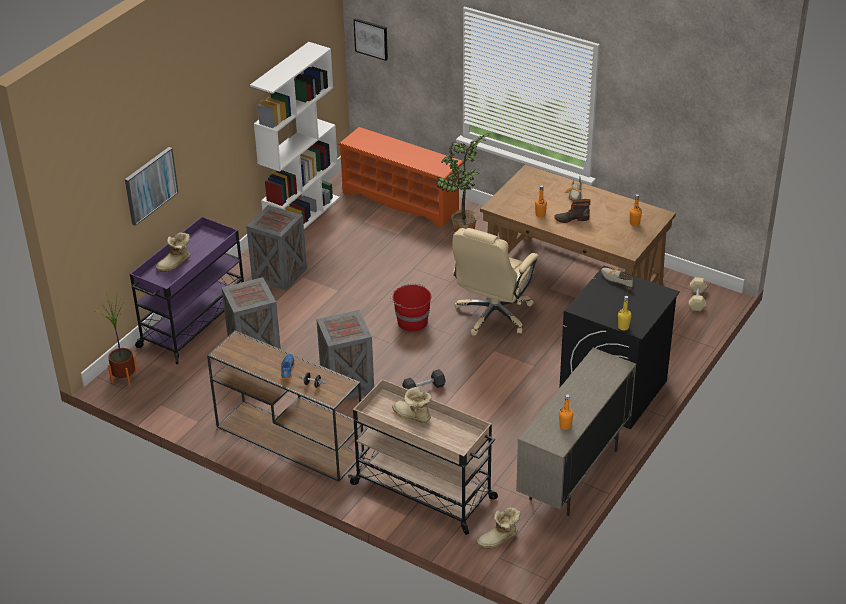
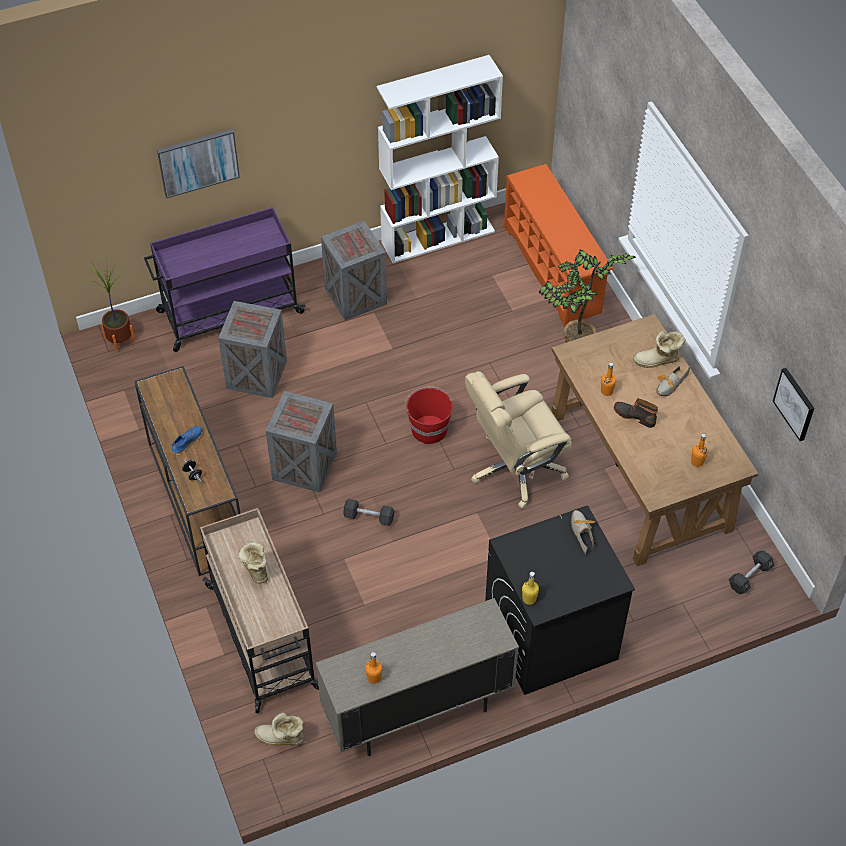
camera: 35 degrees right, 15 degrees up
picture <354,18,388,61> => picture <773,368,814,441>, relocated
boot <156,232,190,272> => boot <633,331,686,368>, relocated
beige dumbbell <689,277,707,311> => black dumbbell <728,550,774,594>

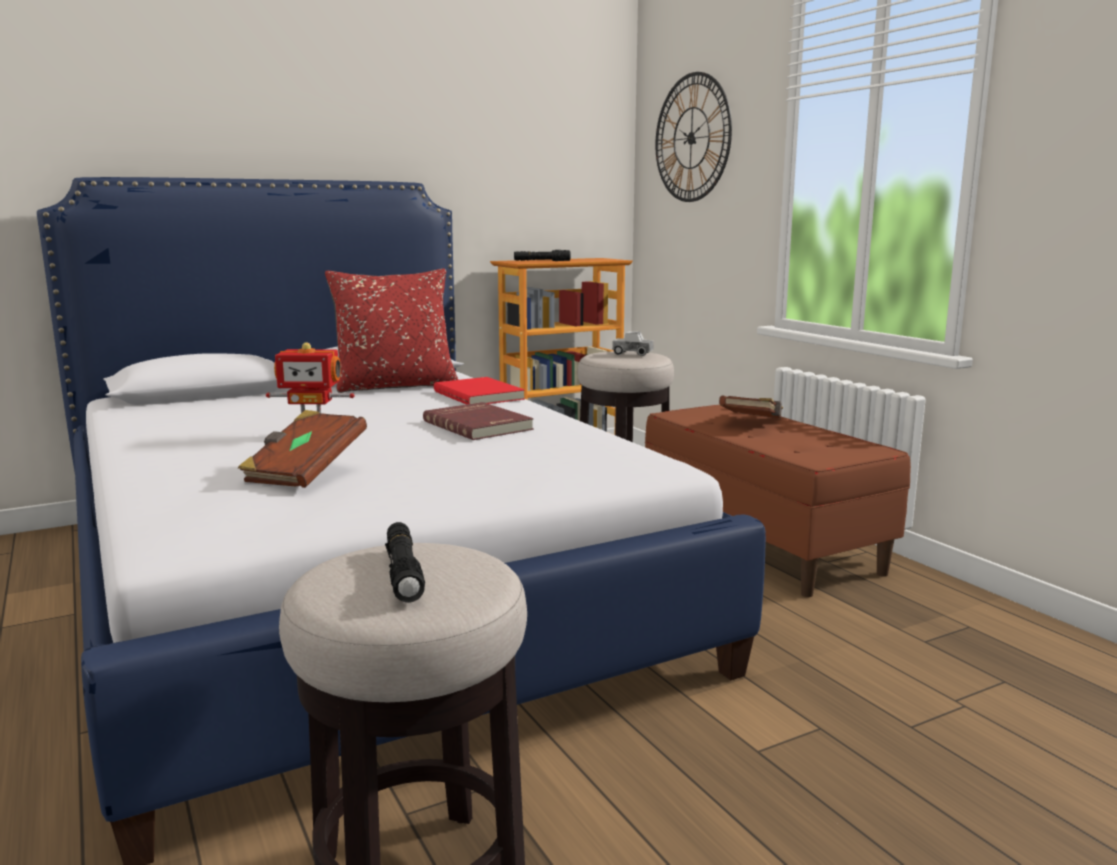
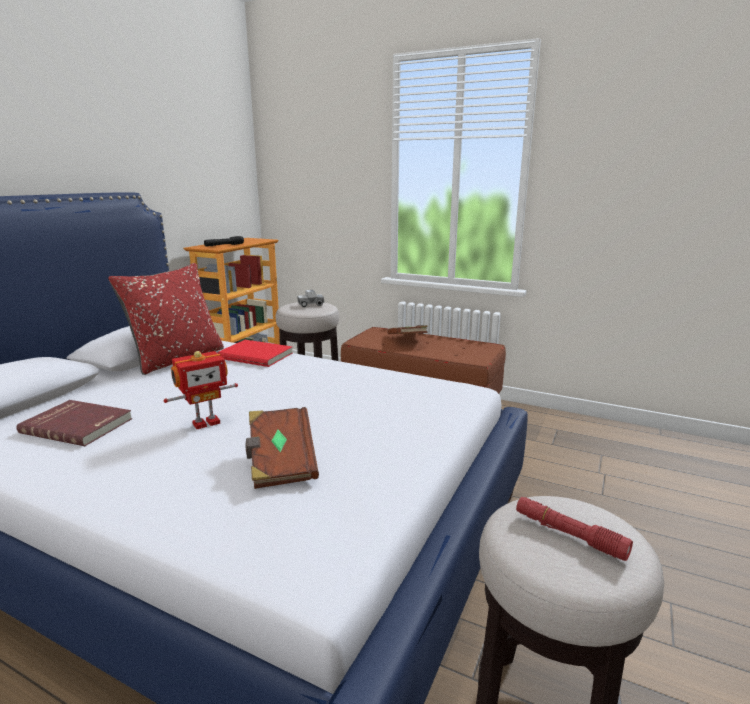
camera: 35 degrees left, 5 degrees up
wall clock <655,72,732,202> => nothing
red book <423,402,534,440> => red book <16,400,132,446>, relocated
black flashlight <385,522,425,603> => red flashlight <516,497,633,561>

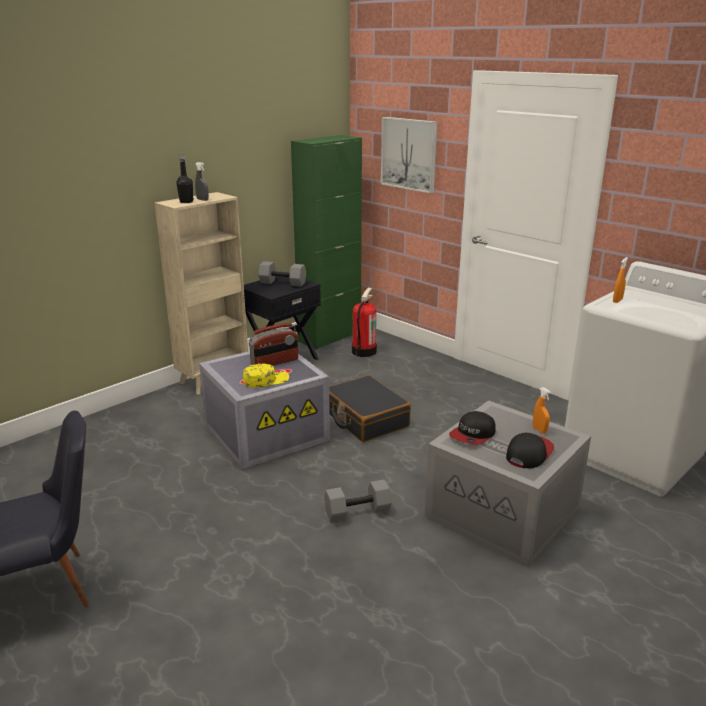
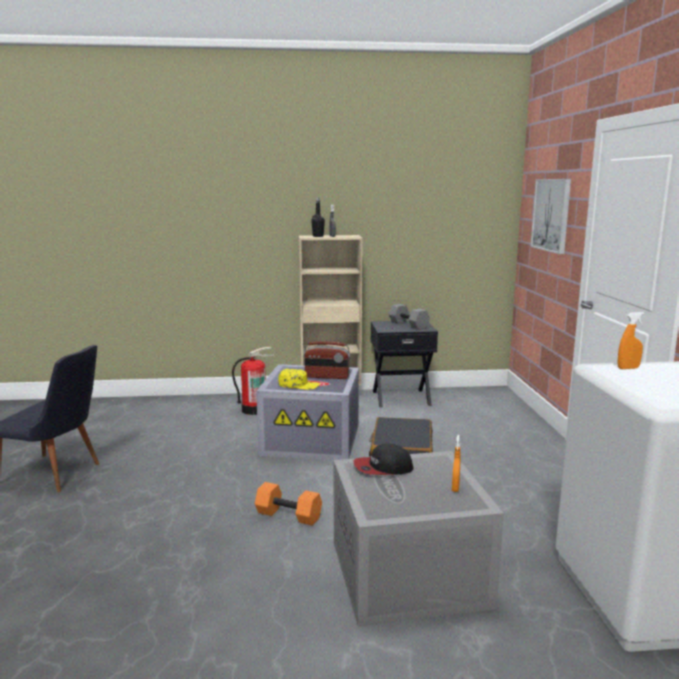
camera: 40 degrees right, 10 degrees down
green cabinet <291,135,362,350> => nothing
fire extinguisher <352,288,377,357> => fire extinguisher <232,347,274,415>, relocated
cap <506,433,554,468> => nothing
grey dumbbell <324,479,392,522> => orange dumbbell <255,482,322,526>

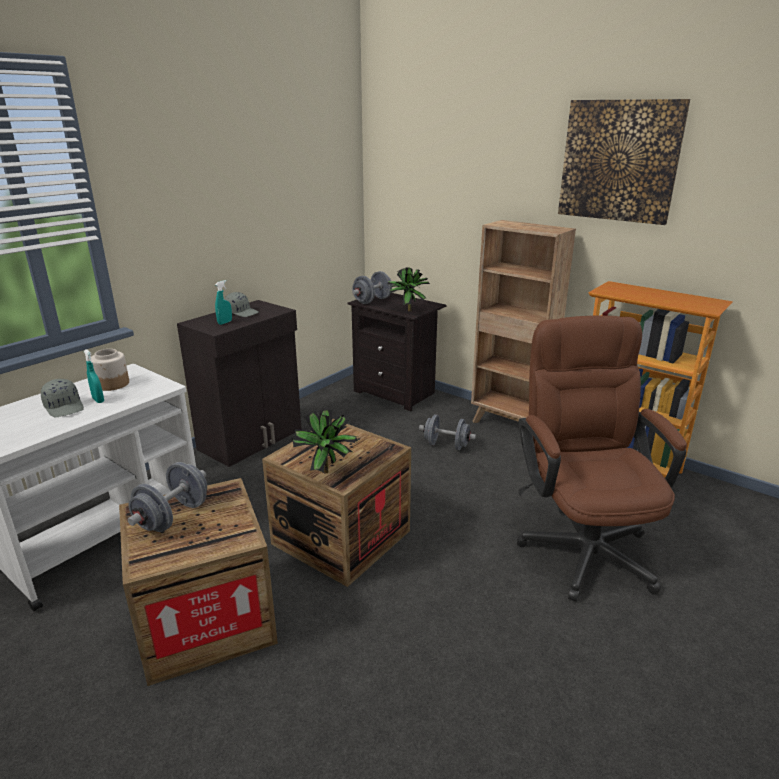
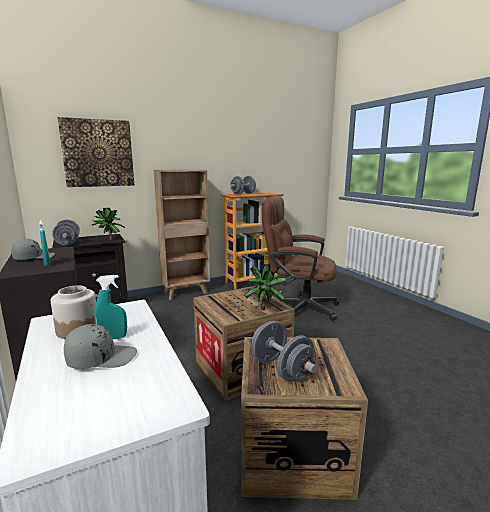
camera: 65 degrees left, 10 degrees down
picture <558,99,690,225> => picture <58,117,134,187>, relocated
grey dumbbell <419,414,476,450> => grey dumbbell <230,176,256,195>, relocated

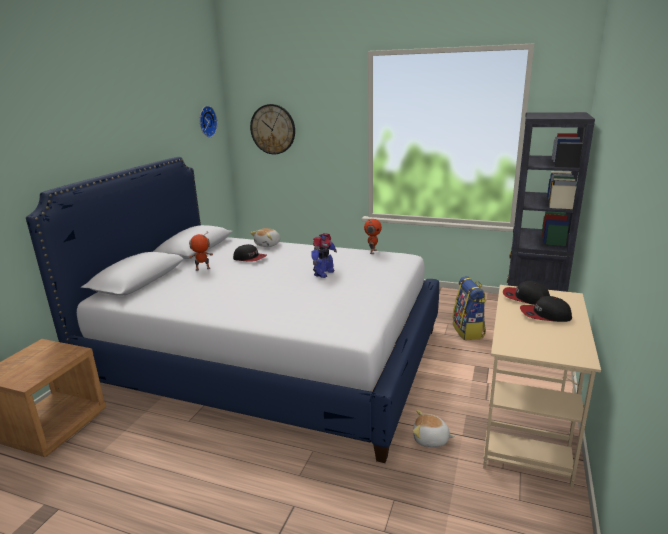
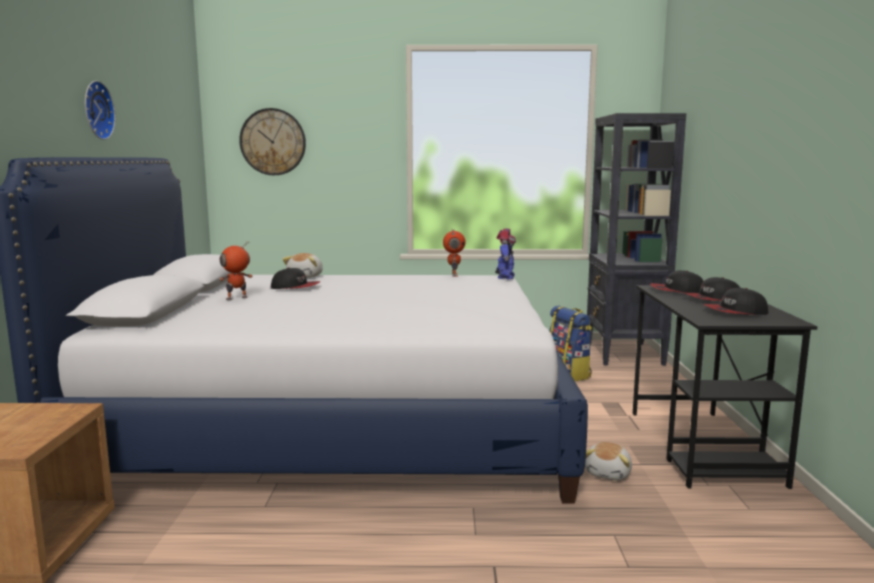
camera: 20 degrees left, 10 degrees down
wall clock <200,106,217,138> => wall clock <85,81,116,140>, relocated
toy robot <311,233,337,278> => toy robot <495,229,516,280>, relocated
beige desk <483,285,601,488> => black desk <633,285,818,489>
plush toy <413,410,455,447> => plush toy <585,442,632,480>, 60 degrees counterclockwise
nothing => cap <703,288,768,315>

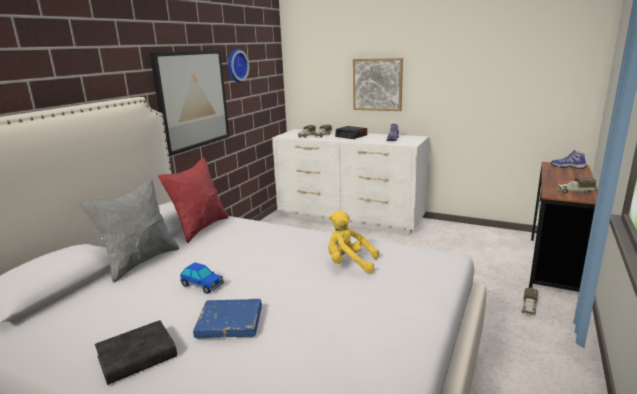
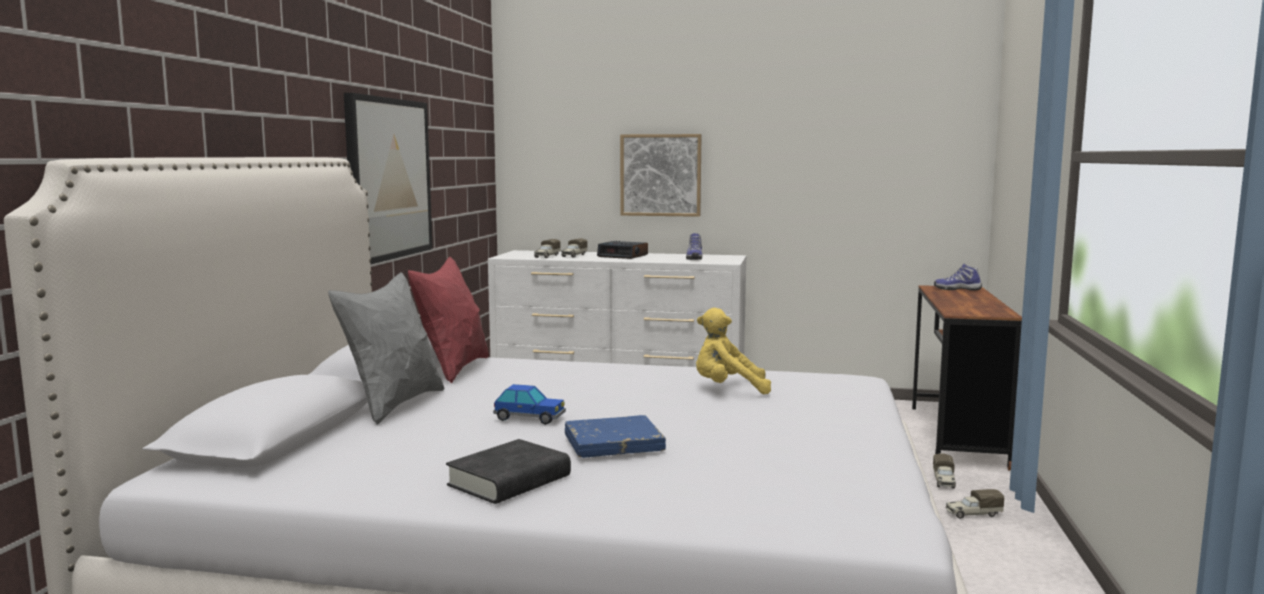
camera: 15 degrees left, 10 degrees down
wall clock <228,49,249,83> => nothing
toy truck <557,177,596,193> => toy truck <945,489,1004,518>, relocated

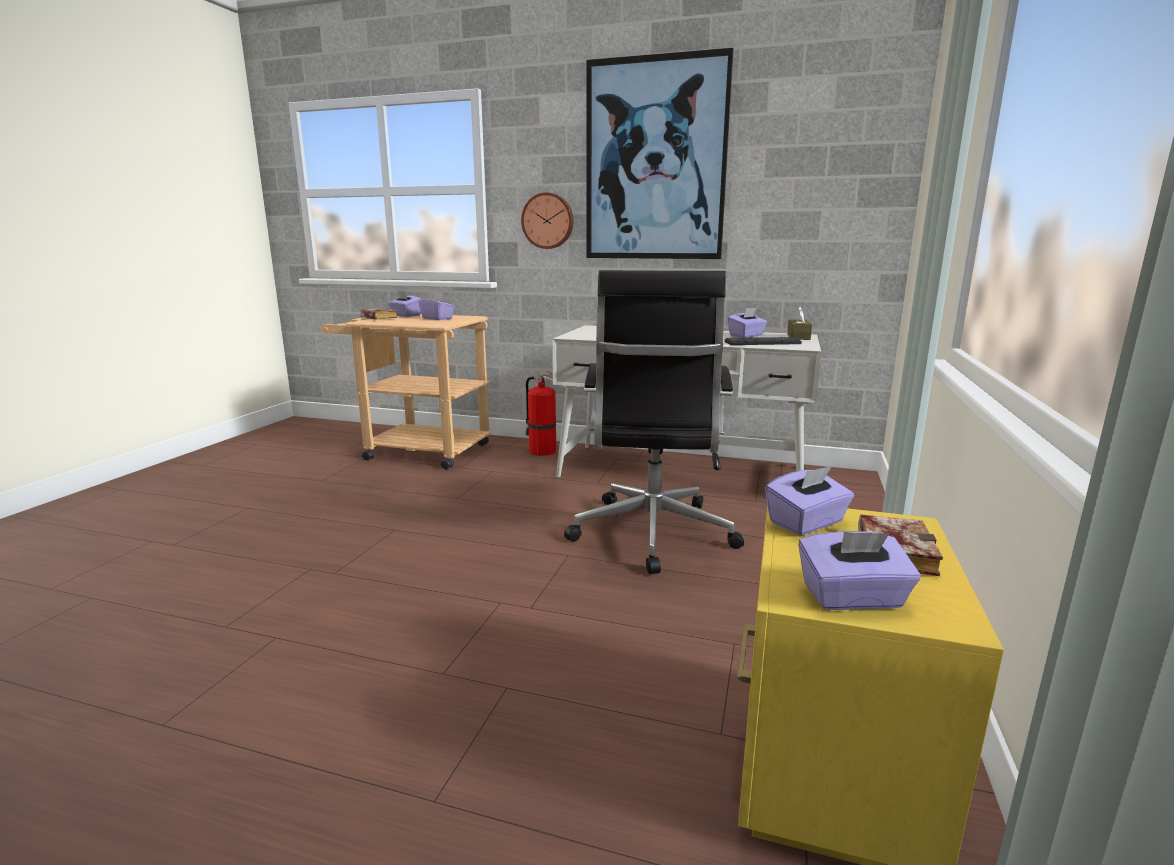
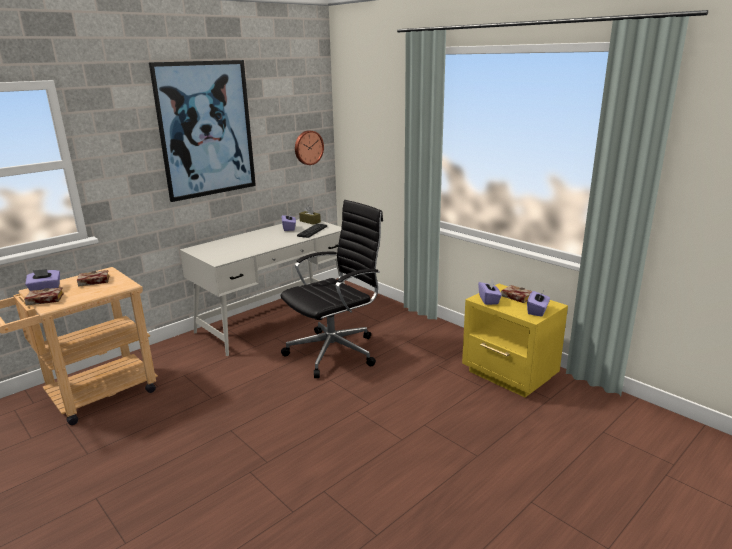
camera: 60 degrees left, 5 degrees up
wall clock <521,192,573,249> => wall clock <295,130,324,165>, relocated
black office chair <564,270,744,574> => black office chair <281,200,383,378>, 75 degrees counterclockwise
purple tissue box <418,292,455,320> => book <77,270,109,287>
fire extinguisher <525,372,556,456> => nothing

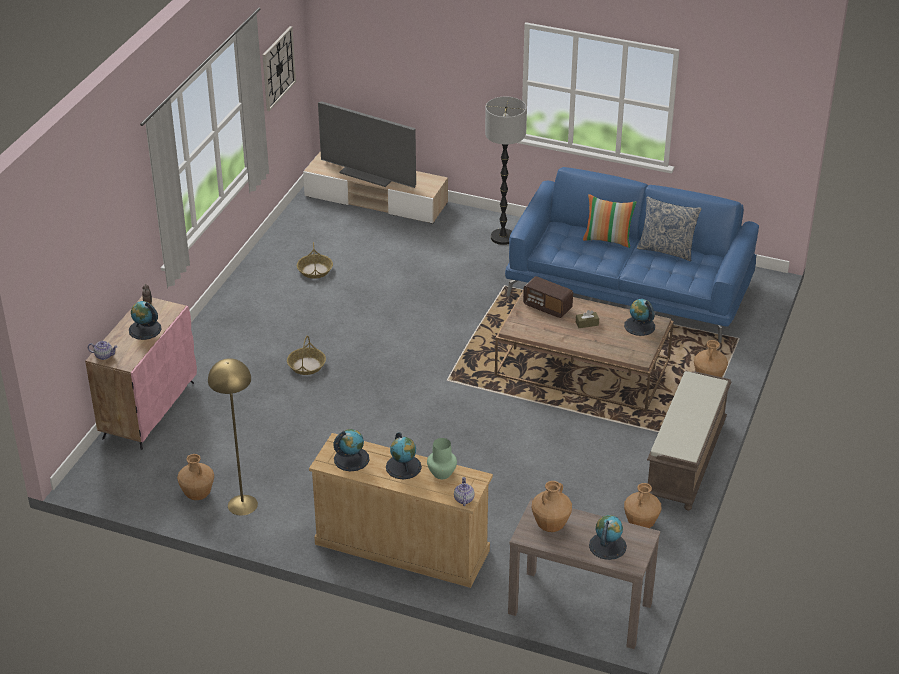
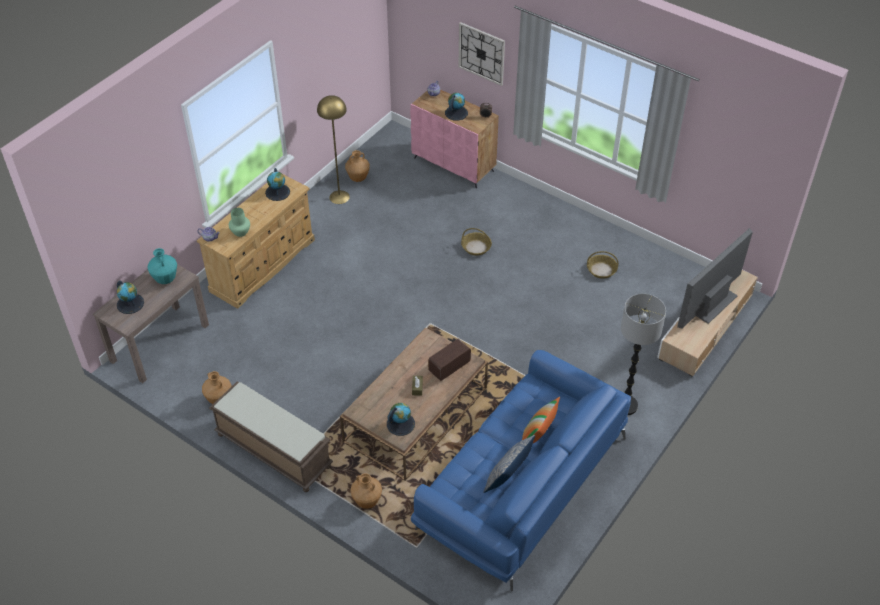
camera: 105 degrees right, 10 degrees up
wall clock <263,26,296,111> => wall clock <458,22,505,86>, relocated
globe <386,432,422,479> => nothing
brown vase <532,481,572,532> => turquoise vase <147,248,177,284>

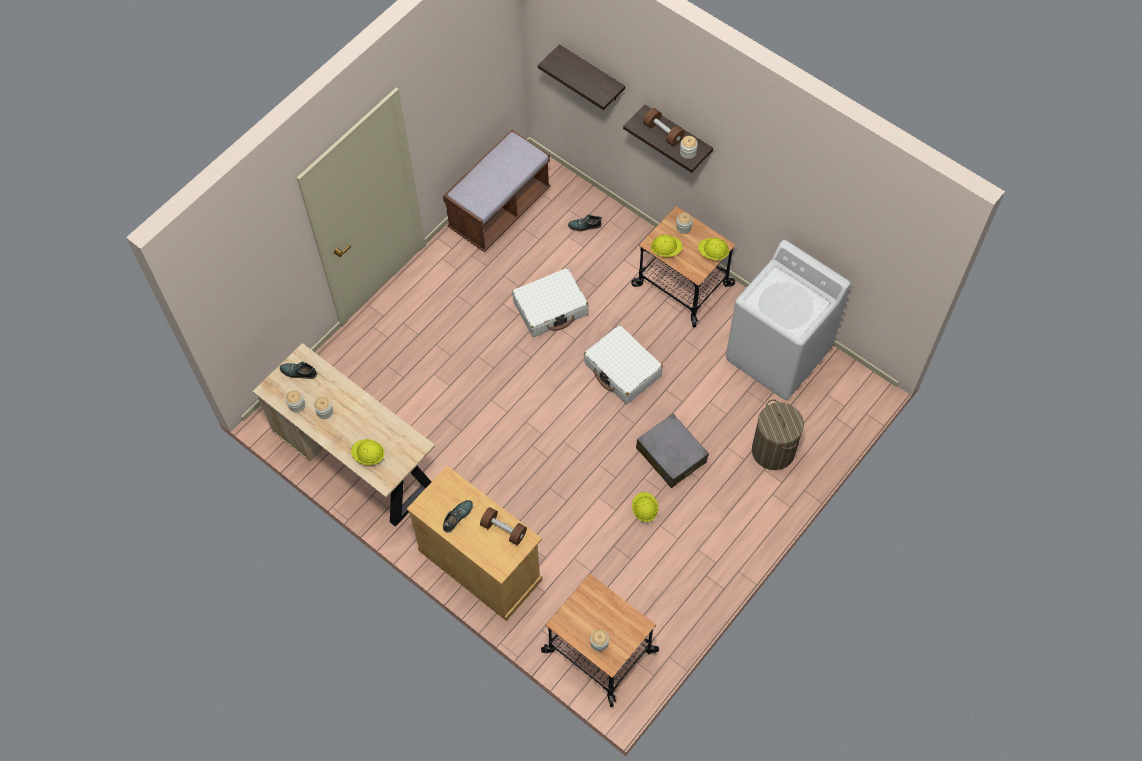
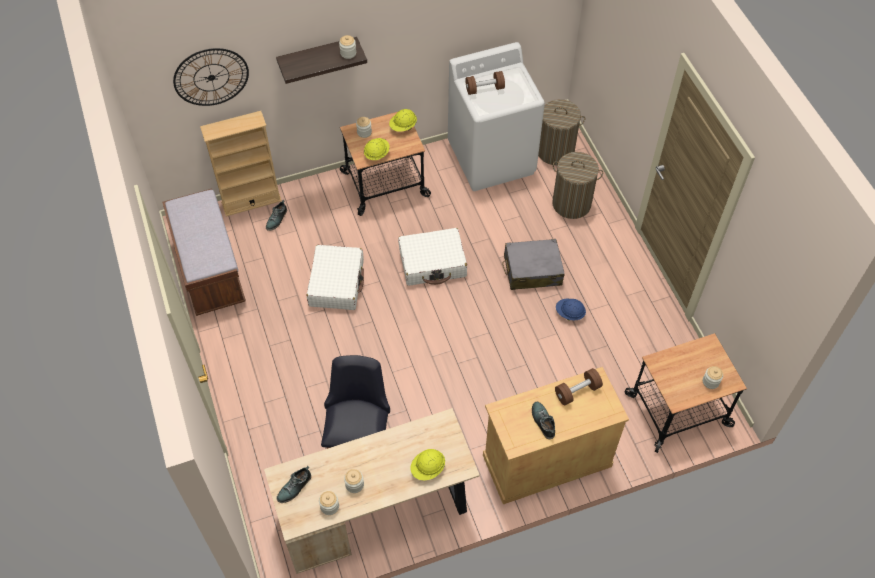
camera: 60 degrees left, 5 degrees down
shelf <538,44,625,110> => wall clock <173,48,249,106>
brown dumbbell <643,108,685,146> => brown dumbbell <465,71,505,95>, relocated
yellow hard hat <632,492,658,522> => blue hard hat <556,299,586,321>
nothing => laundry basket <538,99,585,165>
nothing => beige bookcase <200,111,282,217>
nothing => black chair <321,355,390,449>

